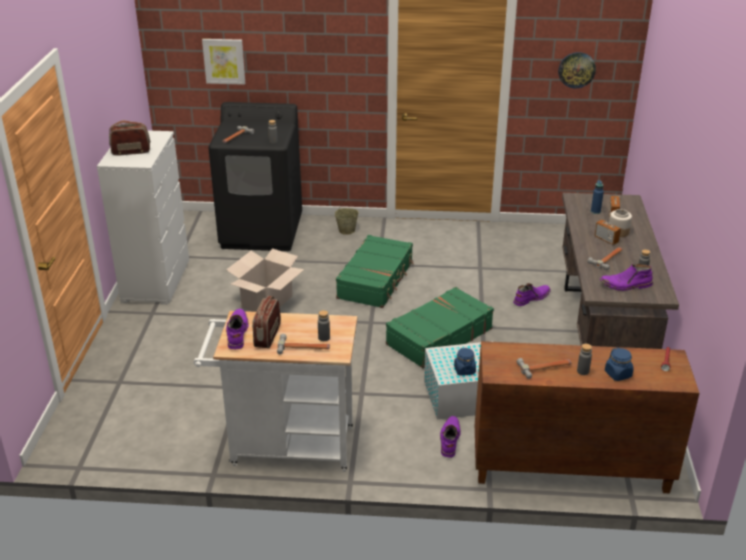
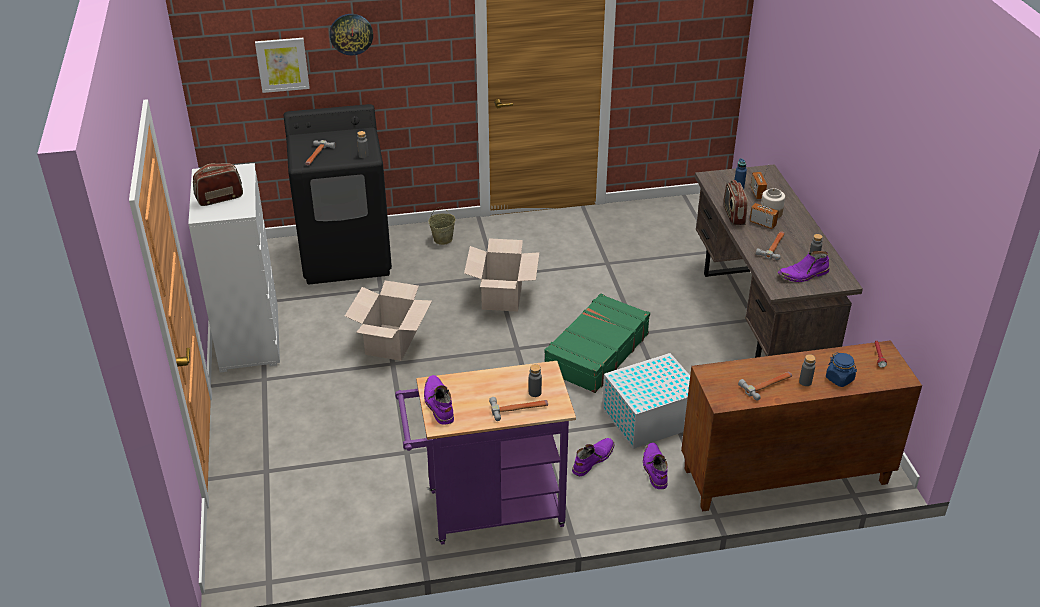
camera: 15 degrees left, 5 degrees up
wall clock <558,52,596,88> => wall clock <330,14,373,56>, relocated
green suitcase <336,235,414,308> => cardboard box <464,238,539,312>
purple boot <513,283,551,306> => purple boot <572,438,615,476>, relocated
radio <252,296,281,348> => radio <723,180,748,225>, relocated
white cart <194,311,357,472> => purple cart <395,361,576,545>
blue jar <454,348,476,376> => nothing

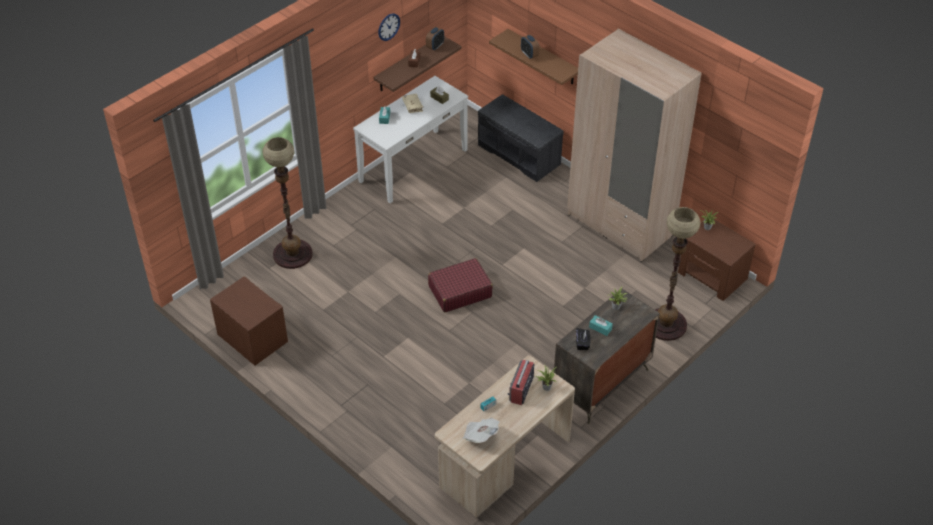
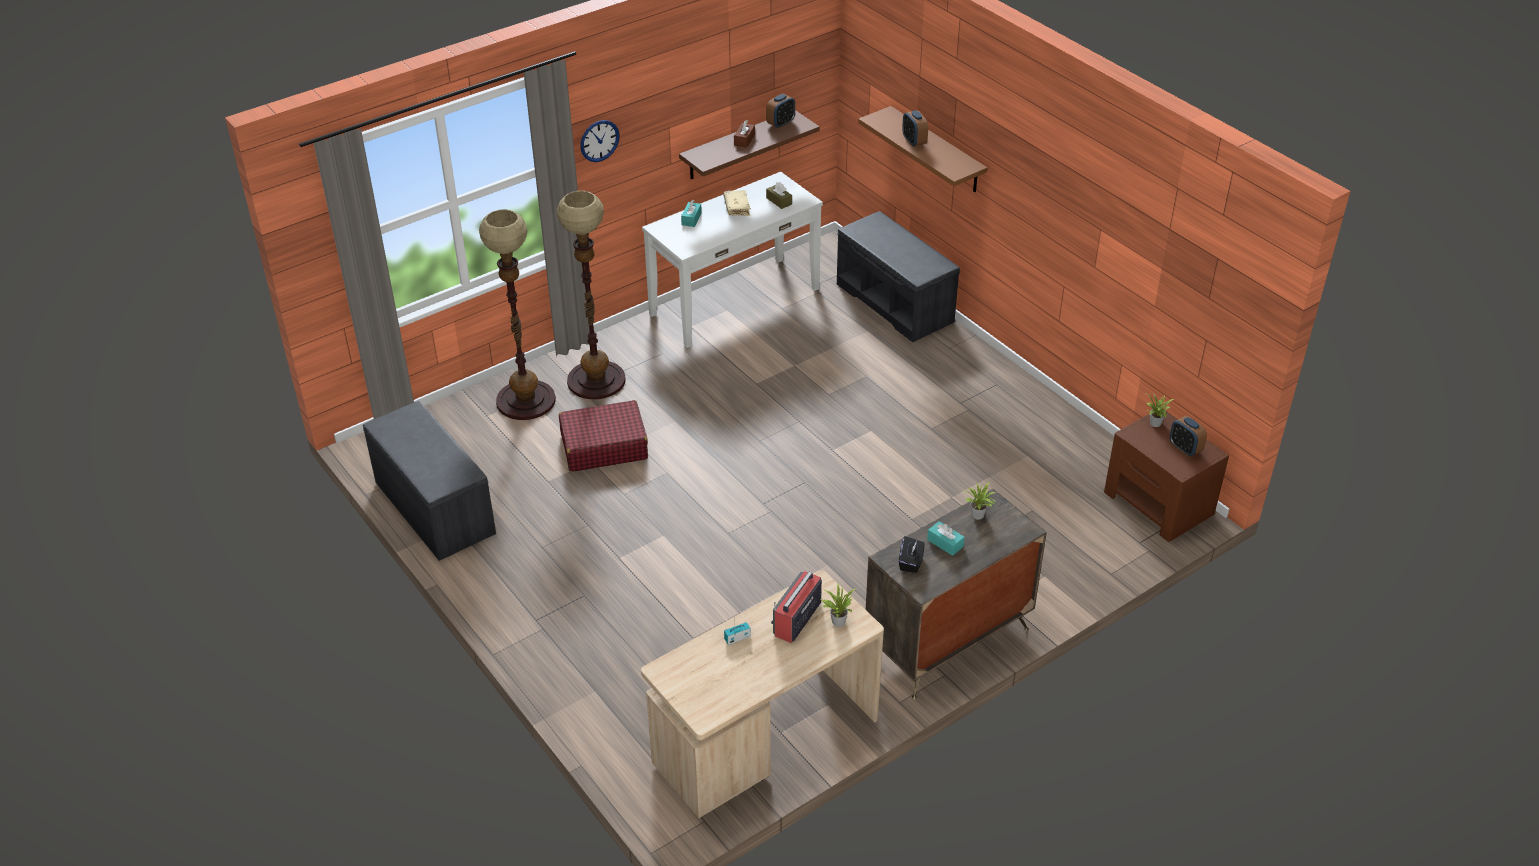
camera: 10 degrees right, 5 degrees down
wall clock <378,13,400,41> => wall clock <580,120,620,162>, relocated
beige wardrobe <567,29,701,262> => nothing
floor lamp <655,207,700,341> => floor lamp <557,191,626,400>, relocated
red suitcase <428,258,493,312> => red suitcase <559,400,648,472>, relocated
brown nightstand <210,276,288,365> => grey bench <363,401,496,561>
newspaper <462,418,499,443> => nothing
nothing => alarm clock <1170,416,1207,456>

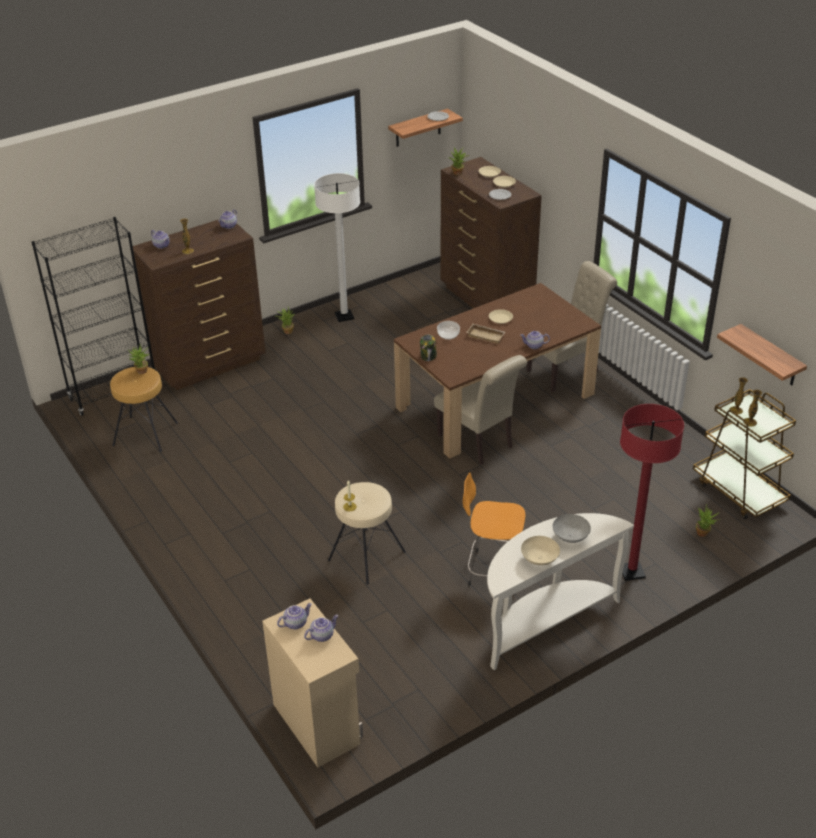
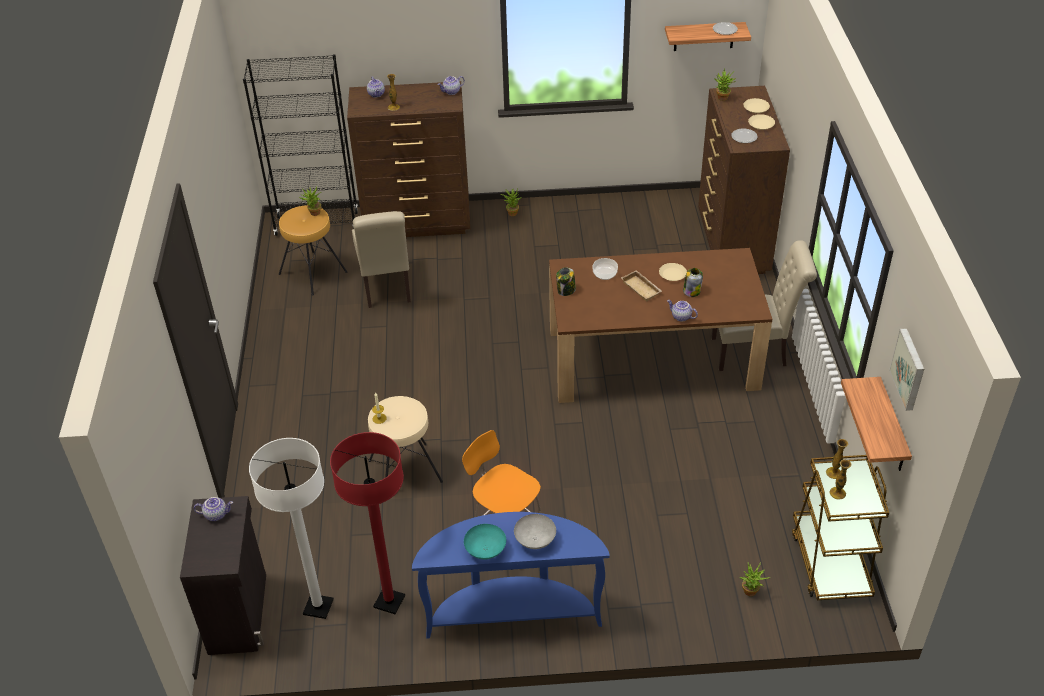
camera: 30 degrees right, 5 degrees up
white floor lamp <314,173,360,322> => white floor lamp <249,438,334,619>, relocated
beige chair <434,355,527,465> => beige chair <352,211,411,308>, relocated
red floor lamp <620,404,684,581> => red floor lamp <330,432,405,614>, relocated
white console table <487,513,634,670> => blue console table <412,512,610,639>
beige bowl <521,536,560,566> => turquoise bowl <464,524,506,559>
beige cabinet <262,599,363,767> => black cabinet <180,496,266,655>
teapot <304,615,338,642> => nothing
nothing => jar <683,268,703,297>
nothing => picture <889,328,924,411>

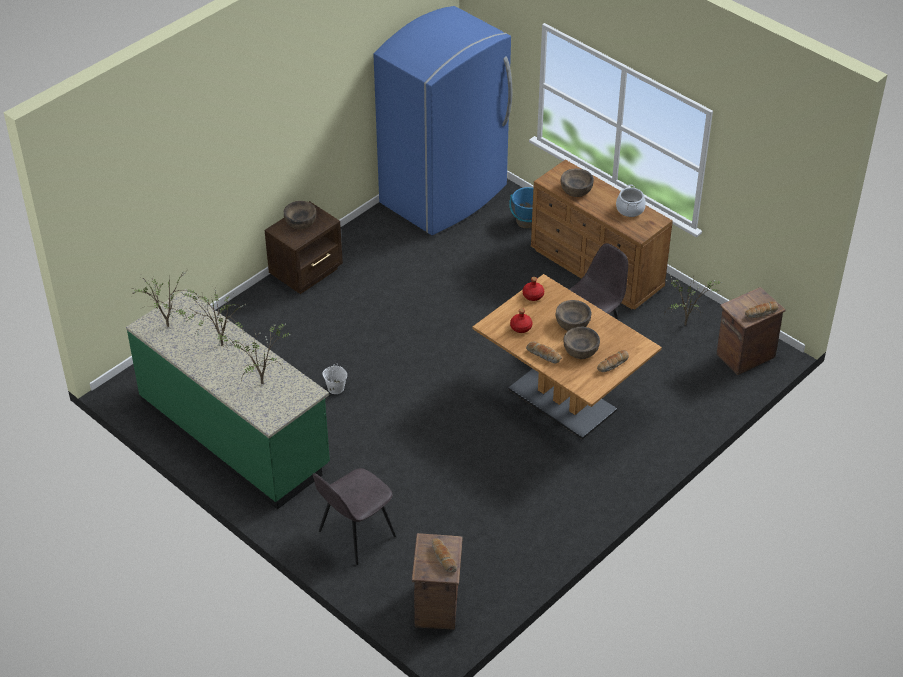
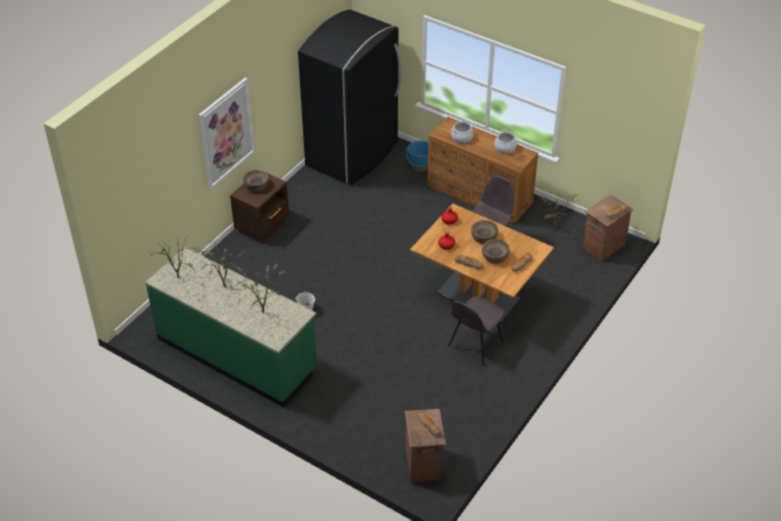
camera: 10 degrees left, 0 degrees up
blue fridge <373,6,512,235> => black fridge <298,9,402,185>
brown bowl <561,168,594,197> => cooking pot <451,121,474,143>
grey chair <313,468,396,565> => grey chair <448,296,504,366>, relocated
nothing => picture <199,78,255,189>

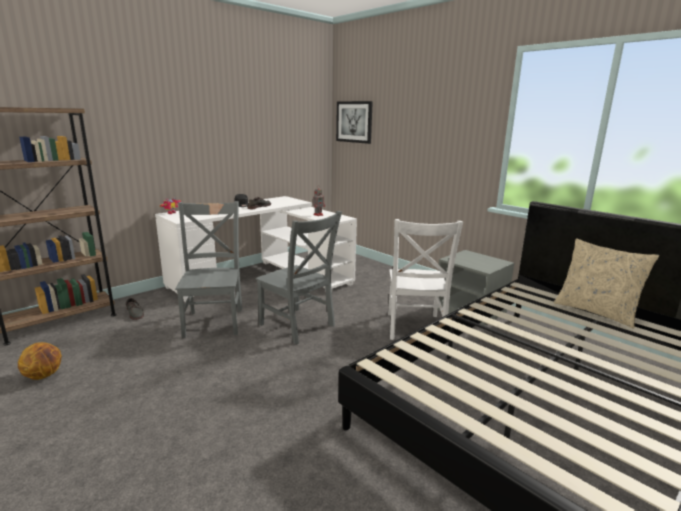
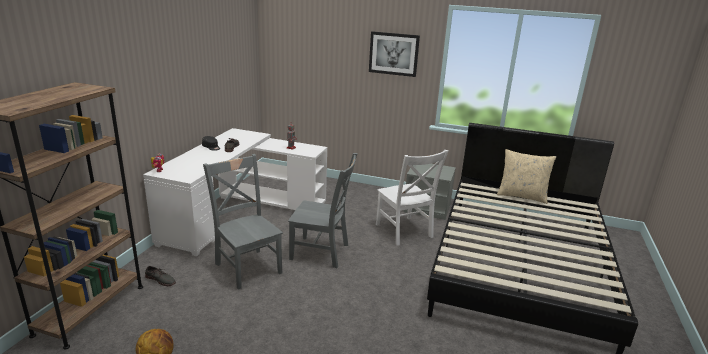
camera: 30 degrees left, 5 degrees up
picture <336,101,373,144> => picture <369,31,420,77>, relocated

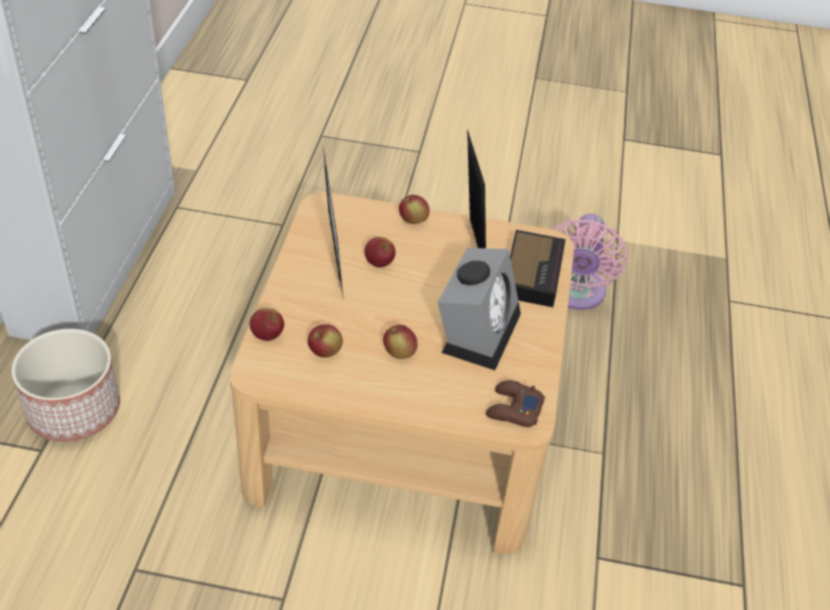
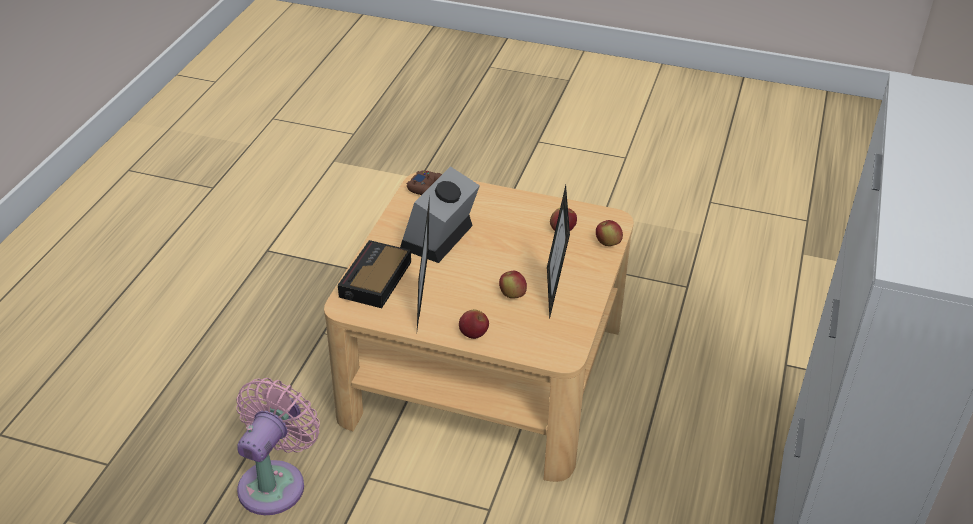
camera: 170 degrees left, 5 degrees down
apple <383,325,418,359> => nothing
planter <11,329,120,442> => nothing

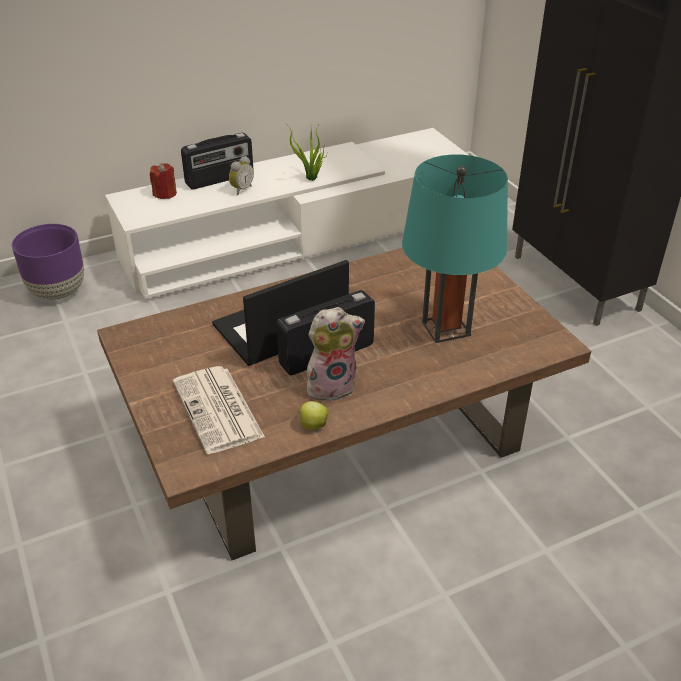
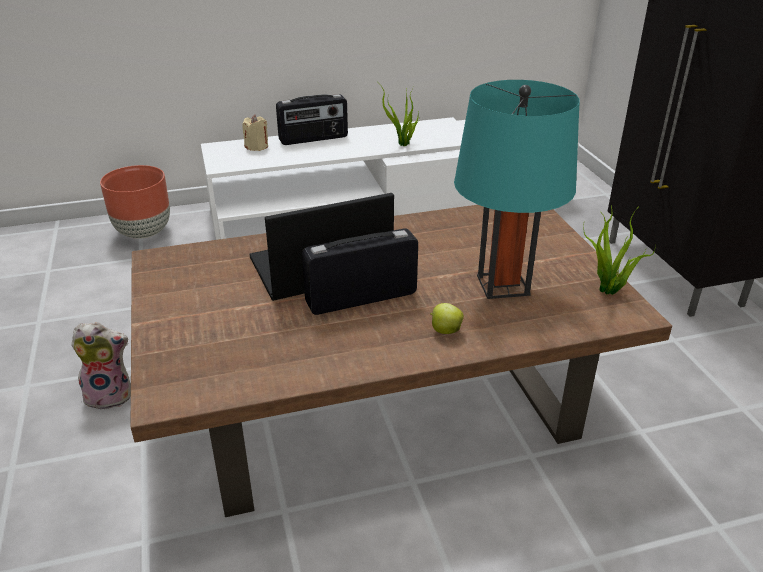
camera: 10 degrees right, 5 degrees down
alarm clock <229,156,254,195> => nothing
red candle <150,163,177,199> => beige candle <242,115,268,151>
purple planter <12,224,84,300> => brown planter <100,165,170,239>
plush toy <307,307,365,401> => plush toy <71,322,131,410>, relocated
newspaper <173,366,265,454> => nothing
apple <298,401,329,430> => apple <430,303,464,334>, relocated
nothing => potted plant <583,206,656,295>

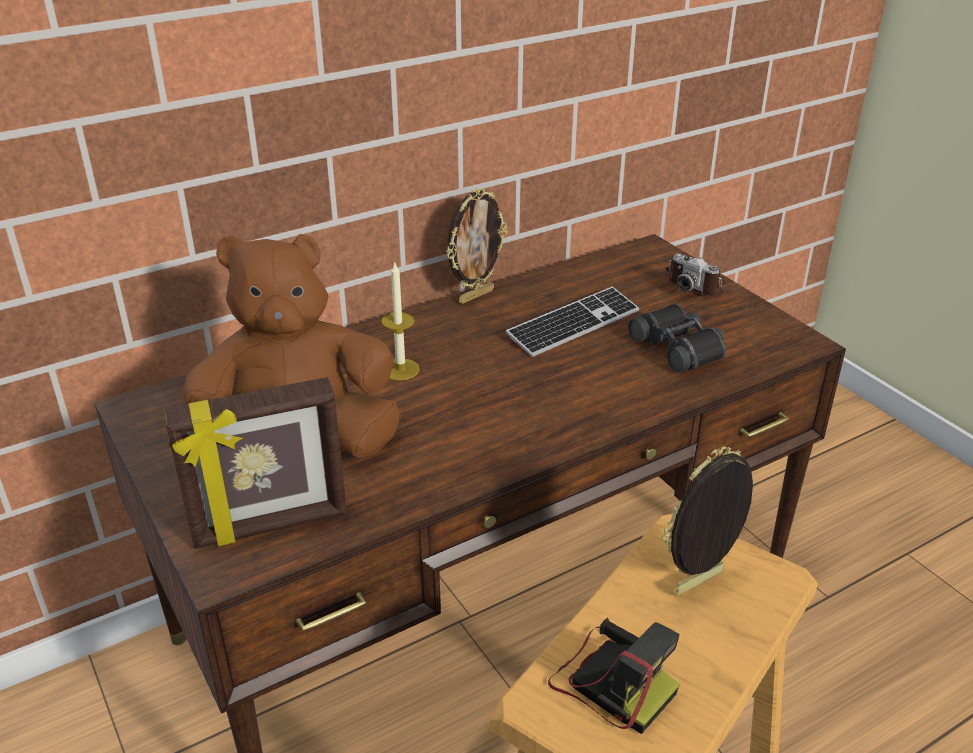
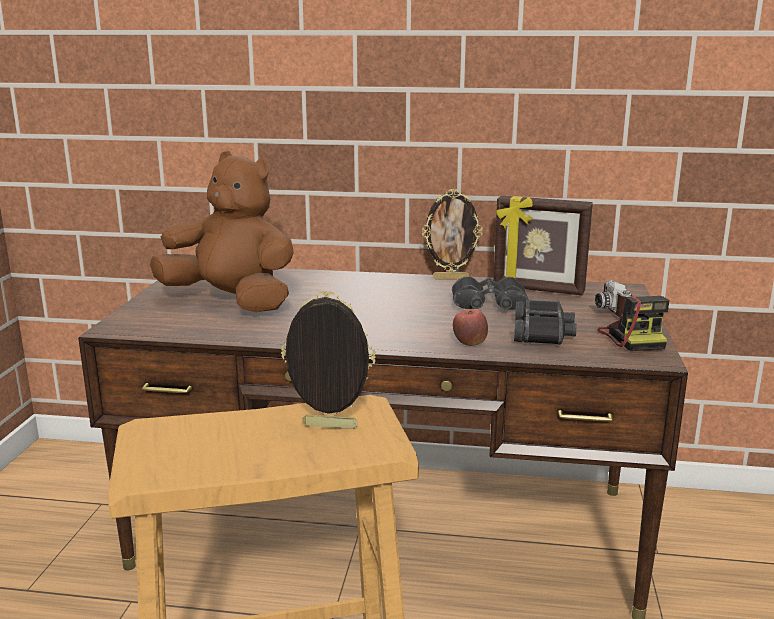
camera: 40 degrees right, 15 degrees down
candle <382,261,420,380> => nothing
keyboard <506,287,639,357> => black binoculars <452,276,528,310>
picture frame <164,377,347,549> => picture frame <493,196,593,295>, relocated
photo camera <548,618,680,734> => photo camera <597,296,669,351>, relocated
nothing => apple <453,309,488,346>

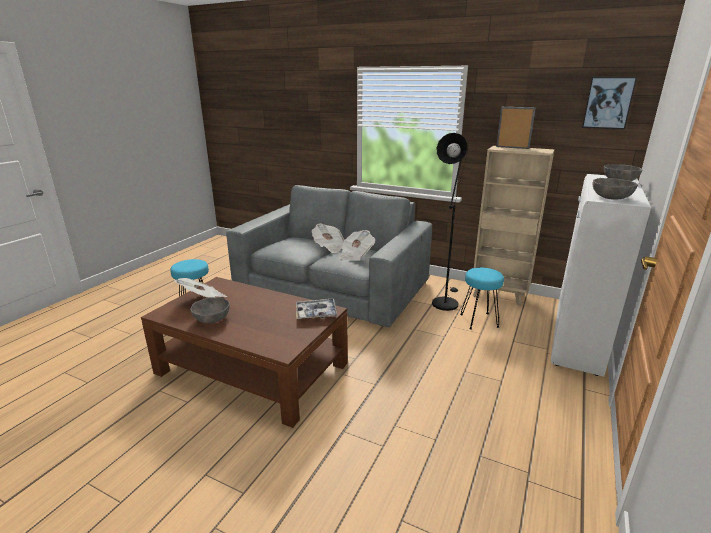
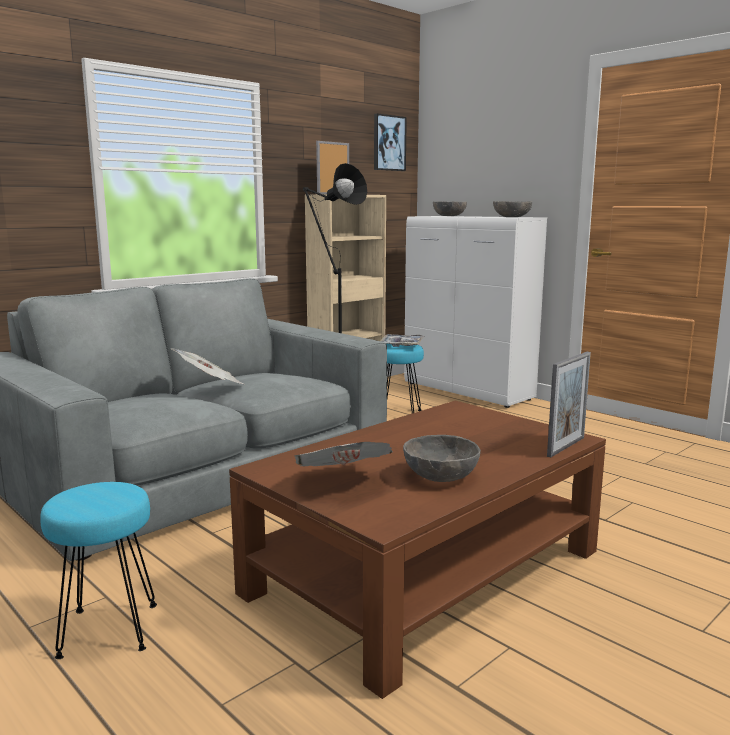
camera: 70 degrees left, 10 degrees down
newspaper <339,230,375,260> => nothing
tray <296,299,338,319> => tray <381,334,424,347>, relocated
nothing => picture frame <547,352,591,458>

